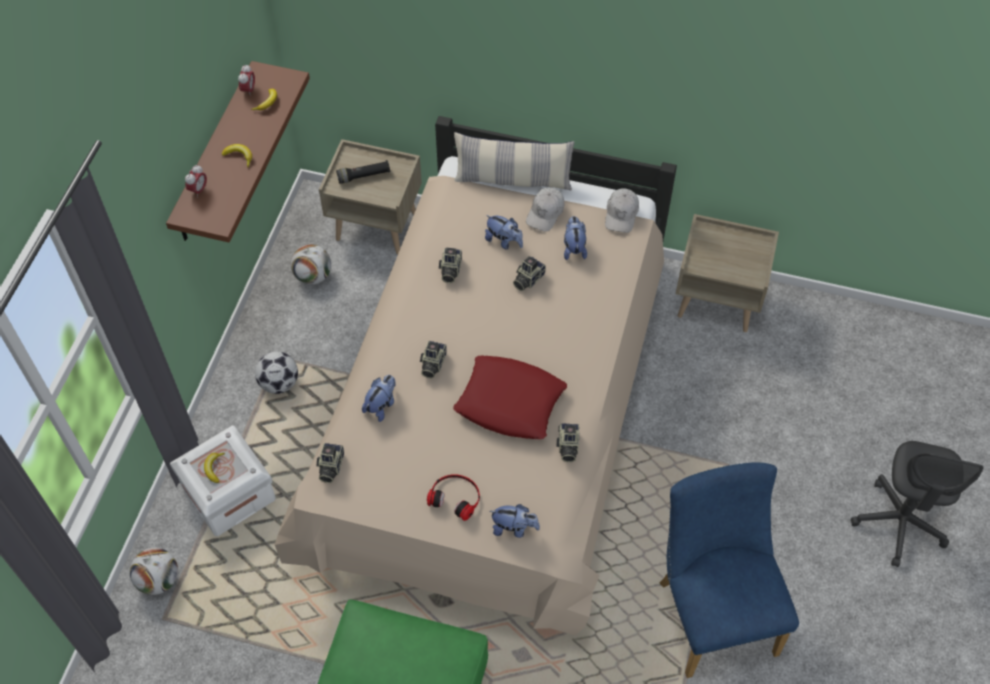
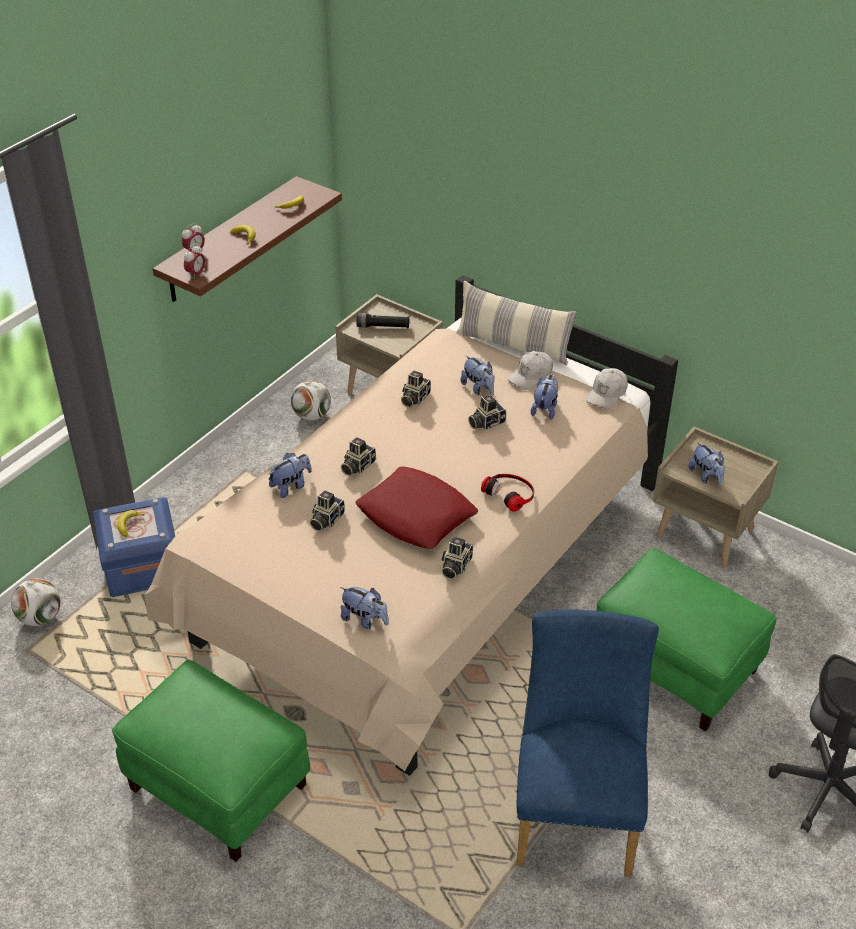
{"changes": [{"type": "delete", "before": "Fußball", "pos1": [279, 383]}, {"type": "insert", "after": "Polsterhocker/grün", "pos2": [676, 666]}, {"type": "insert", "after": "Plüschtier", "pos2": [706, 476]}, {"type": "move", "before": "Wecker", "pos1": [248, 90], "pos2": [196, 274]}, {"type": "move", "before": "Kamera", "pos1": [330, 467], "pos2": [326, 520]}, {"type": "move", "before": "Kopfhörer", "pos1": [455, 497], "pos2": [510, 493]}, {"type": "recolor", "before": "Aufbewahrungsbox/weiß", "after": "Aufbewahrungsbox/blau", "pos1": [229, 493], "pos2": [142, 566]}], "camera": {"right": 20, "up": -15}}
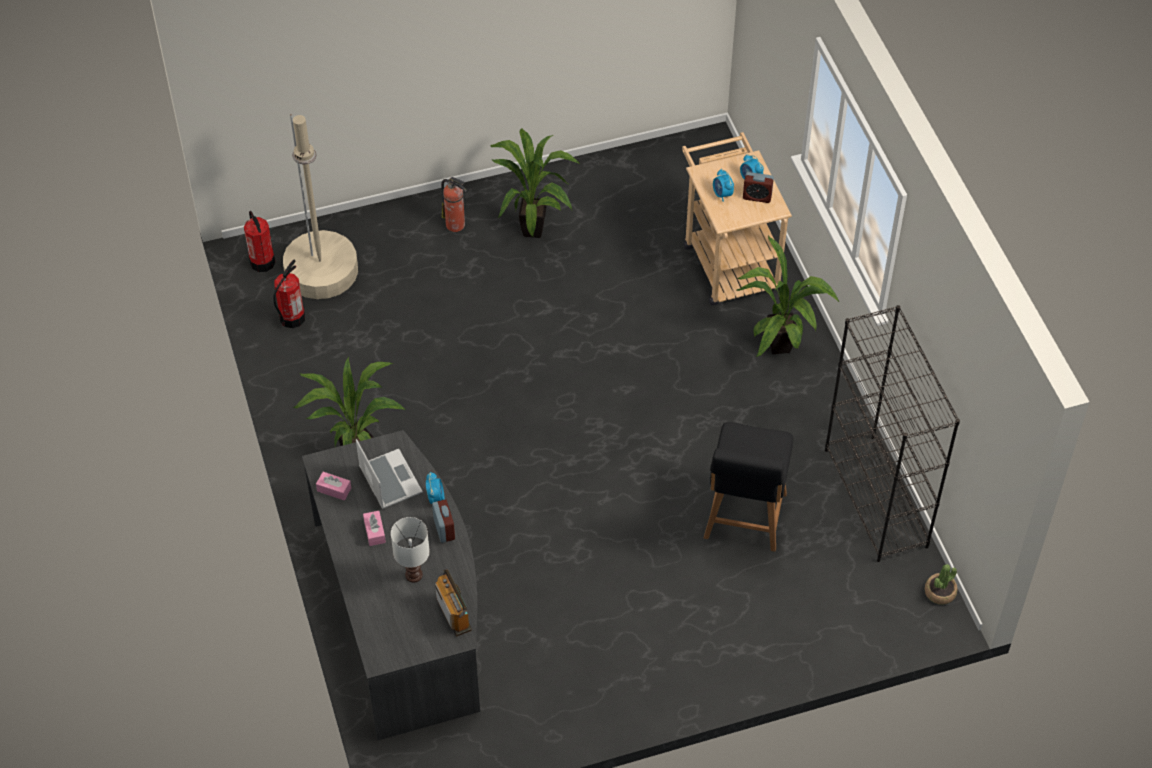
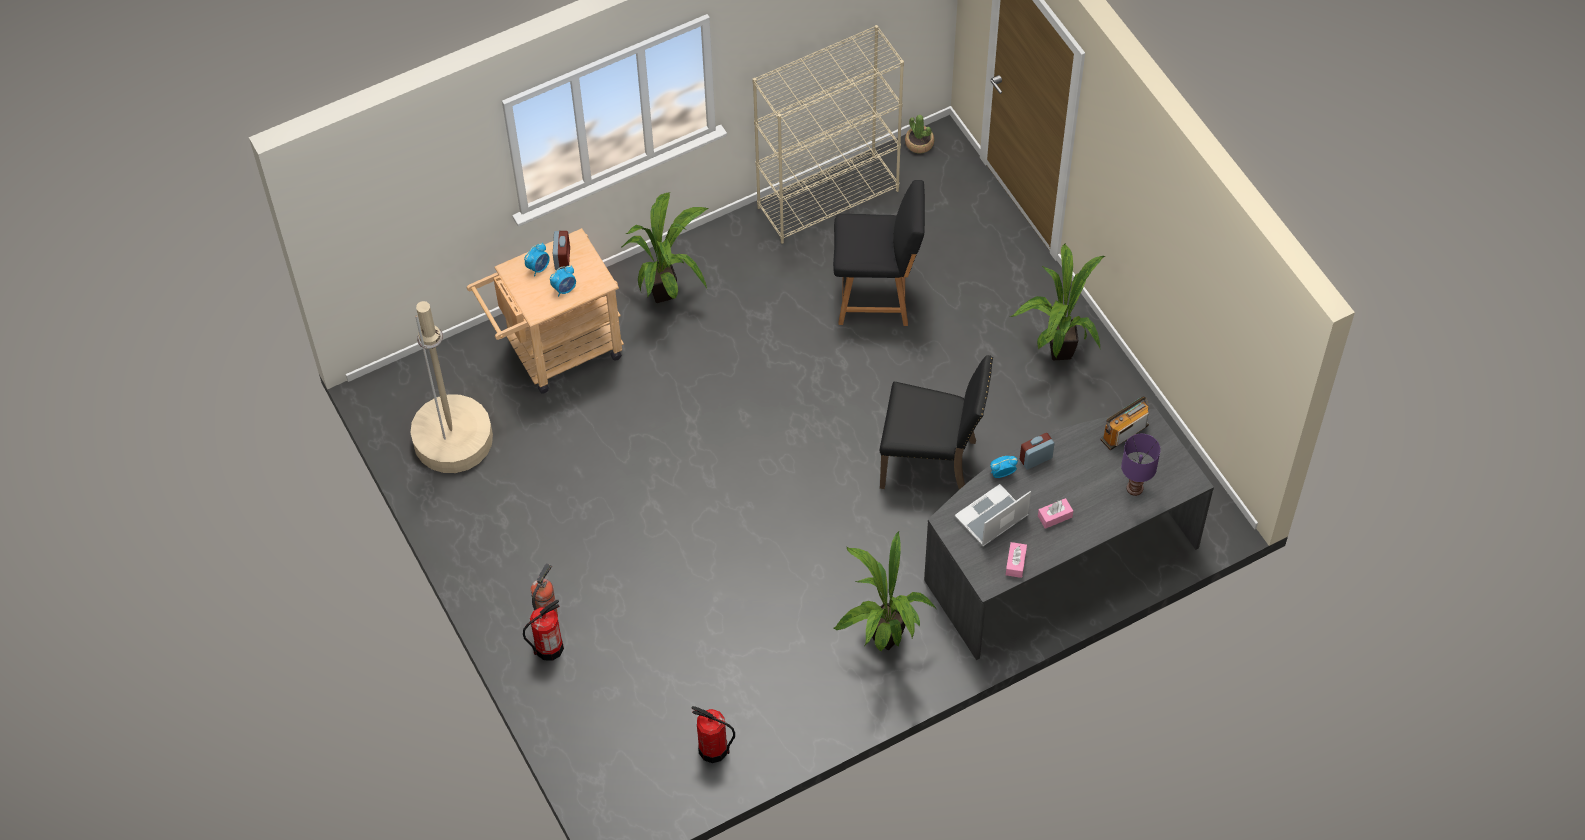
{"changes": [{"type": "delete", "before": "Tischlampe/weiß", "pos1": [413, 574]}, {"type": "insert", "after": "Stuhl/schwarz", "pos2": [931, 462]}, {"type": "insert", "after": "Tischlampe/lila", "pos2": [1134, 488]}, {"type": "move", "before": "Feuerlöscher", "pos1": [262, 262], "pos2": [548, 648]}, {"type": "move", "before": "Stehlampe/beige", "pos1": [322, 271], "pos2": [453, 439]}, {"type": "move", "before": "Topfpflanze", "pos1": [534, 227], "pos2": [1055, 352]}, {"type": "recolor", "before": "Bücherregal/schwarz", "after": "Bücherregal/beige", "pos1": [876, 498], "pos2": [828, 198]}], "camera": {"right": -100, "up": 5}}
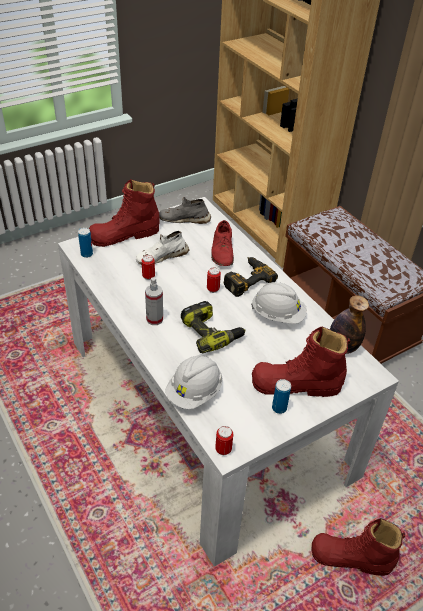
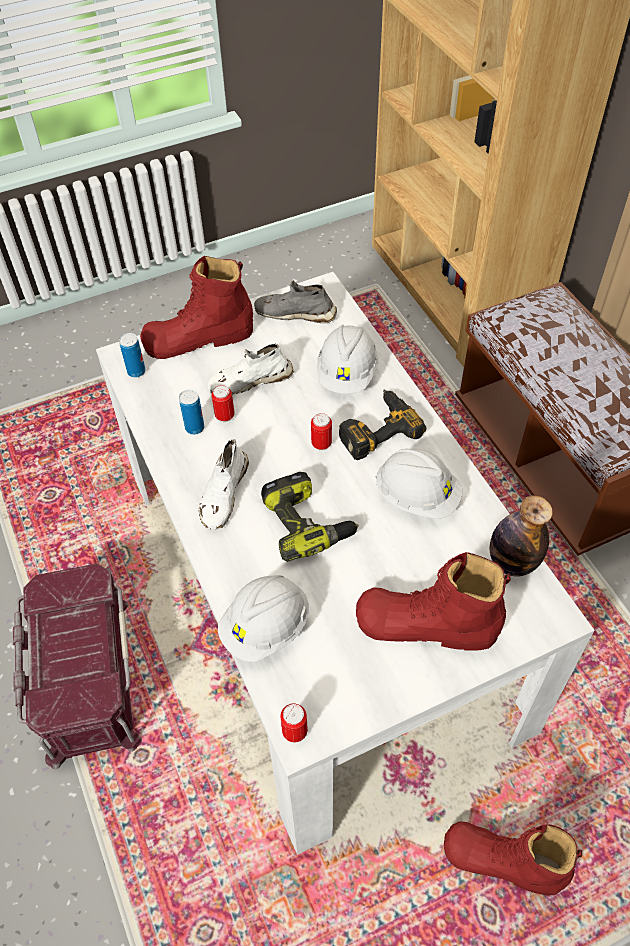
{"changes": [{"type": "insert", "after": "Aufbewahrungsbox/rot", "pos2": [87, 678]}, {"type": "move", "before": "Dose", "pos1": [279, 408], "pos2": [194, 428]}, {"type": "replace", "before": "Sprühflasche", "after": "Schuh/weiß", "pos1": [154, 319], "pos2": [223, 493]}, {"type": "replace", "before": "Schuh/rot", "after": "Schutzhelm/weiß", "pos1": [222, 251], "pos2": [347, 374]}], "camera": {"right": 10, "up": 10}}
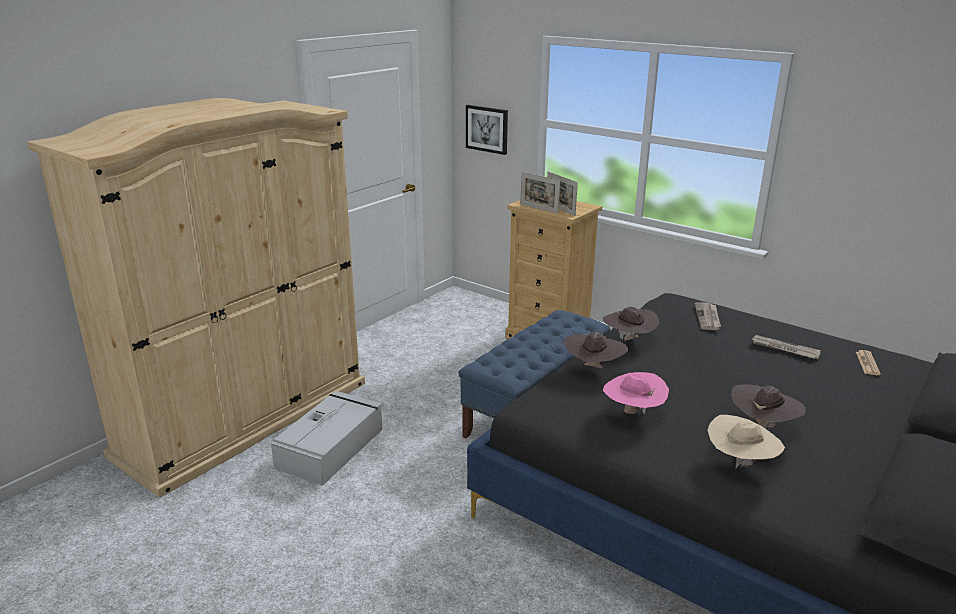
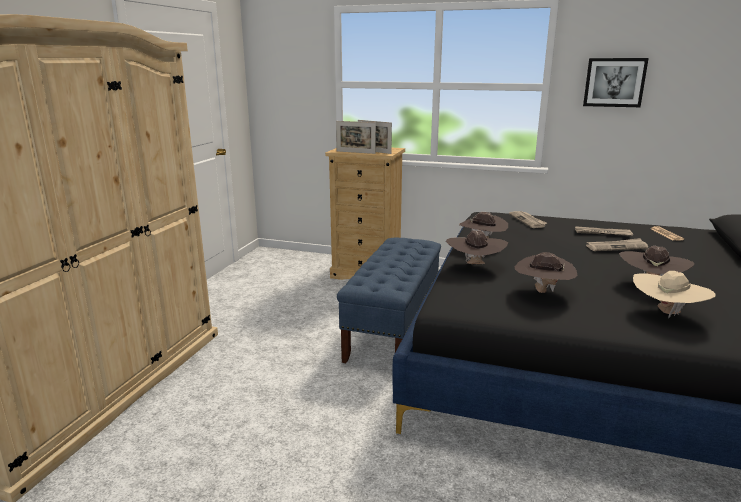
{"changes": [{"type": "delete", "before": "Aufbewahrungsbox/grau", "pos1": [331, 447]}, {"type": "insert", "after": "Zeitung", "pos2": [616, 247]}, {"type": "move", "before": "Bild", "pos1": [487, 129], "pos2": [614, 82]}, {"type": "recolor", "before": "Hut/rosa", "after": "Hut/braun", "pos1": [633, 412], "pos2": [542, 292]}], "camera": {"right": -20, "up": -5}}
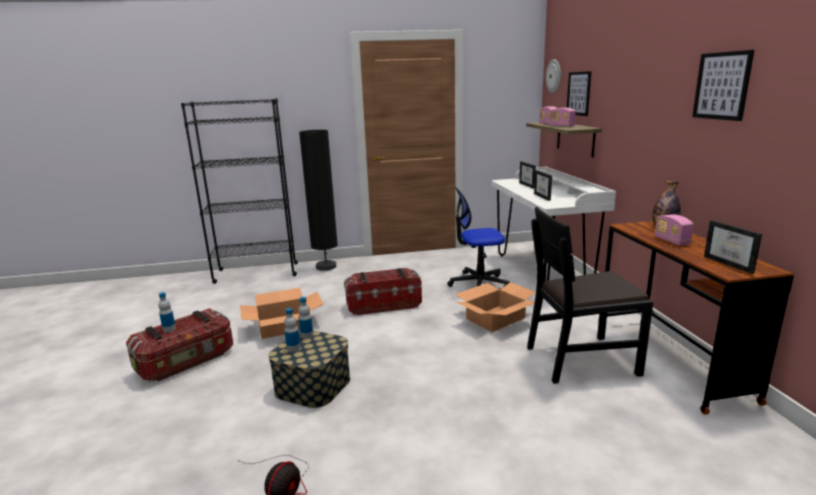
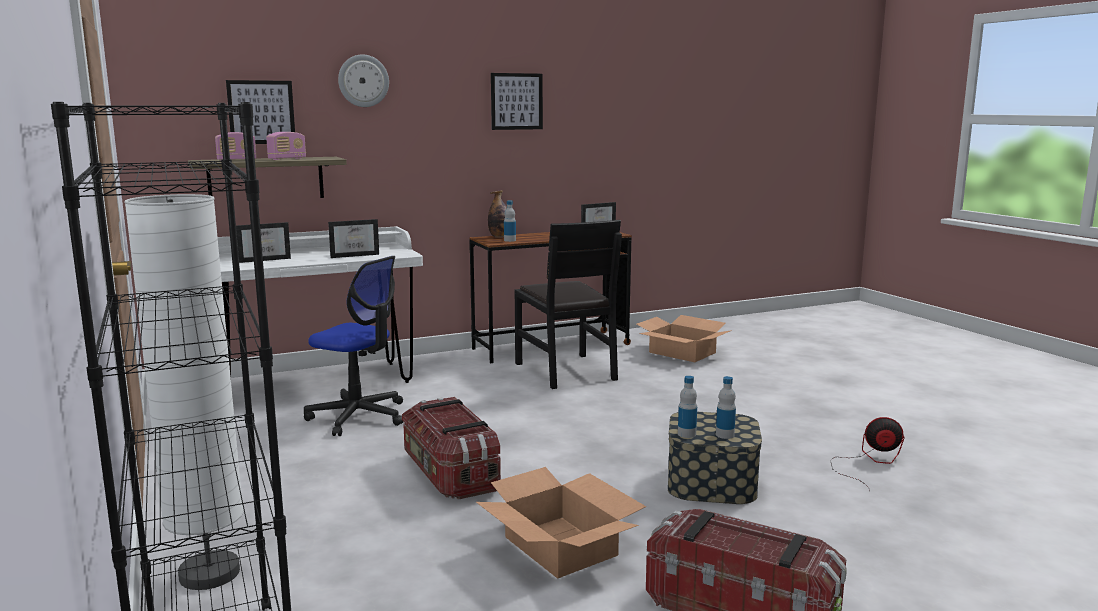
{"changes": [{"type": "delete", "before": "Radio", "pos1": [671, 241]}, {"type": "move", "before": "Flasche", "pos1": [169, 329], "pos2": [510, 240]}, {"type": "move", "before": "Karton", "pos1": [495, 318], "pos2": [682, 352]}, {"type": "move", "before": "Wanduhr", "pos1": [554, 76], "pos2": [363, 81]}, {"type": "recolor", "before": "Stehlampe/schwarz", "after": "Stehlampe/weiß", "pos1": [326, 267], "pos2": [209, 574]}, {"type": "rotate", "before": "Bürostuhl", "pos1": [478, 284], "pos2": [358, 416], "turn": -45}], "camera": {"right": -105, "up": -5}}
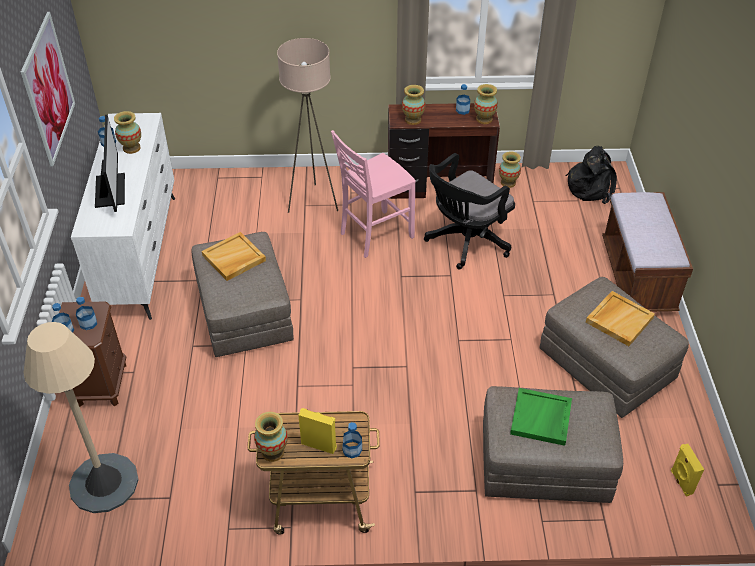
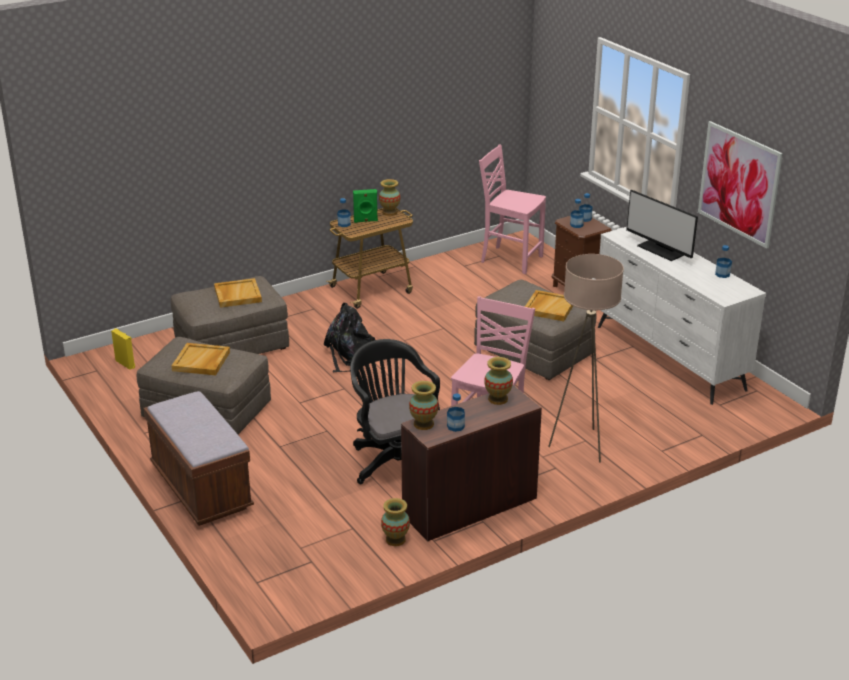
{"changes": [{"type": "delete", "before": "Vase", "pos1": [131, 148]}, {"type": "move", "before": "Rucksack/schwarz", "pos1": [591, 187], "pos2": [350, 356]}, {"type": "replace", "before": "Stehlampe/beige", "after": "Stuhl/rosa", "pos1": [104, 483], "pos2": [510, 259]}, {"type": "recolor", "before": "Lautsprecher/gelb", "after": "Lautsprecher/grün", "pos1": [319, 444], "pos2": [365, 221]}, {"type": "recolor", "before": "Tablett/grün", "after": "Tablett/beige", "pos1": [541, 418], "pos2": [237, 295]}, {"type": "rotate", "before": "Bürostuhl/schwarz", "pos1": [465, 242], "pos2": [396, 461], "turn": -45}], "camera": {"right": 150, "up": -15}}
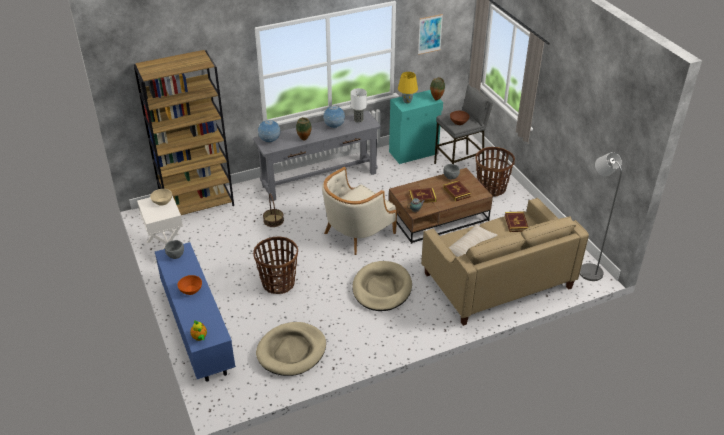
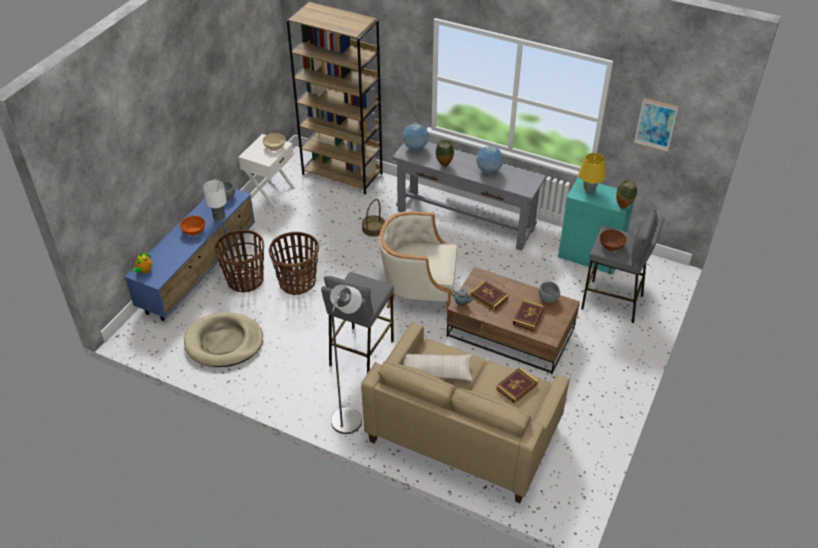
{"changes": [{"type": "move", "before": "Tischlampe", "pos1": [358, 120], "pos2": [219, 217]}, {"type": "move", "before": "Korb", "pos1": [491, 188], "pos2": [245, 280]}, {"type": "move", "before": "Stehlampe/grau", "pos1": [587, 269], "pos2": [349, 416]}, {"type": "replace", "before": "Hundebett/beige", "after": "Hocker/grau", "pos1": [382, 288], "pos2": [360, 353]}], "camera": {"right": 50, "up": 5}}
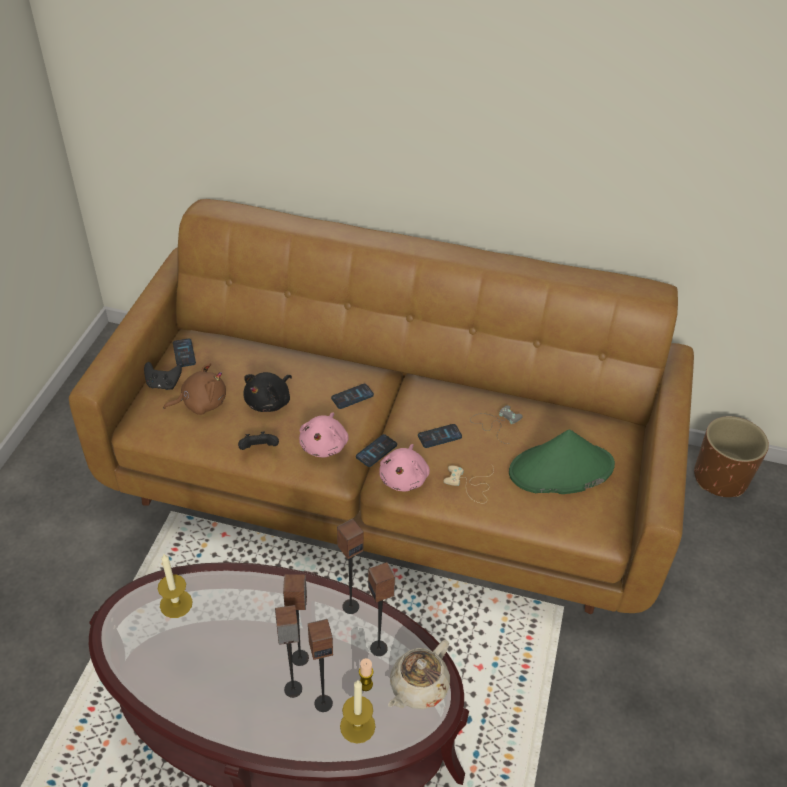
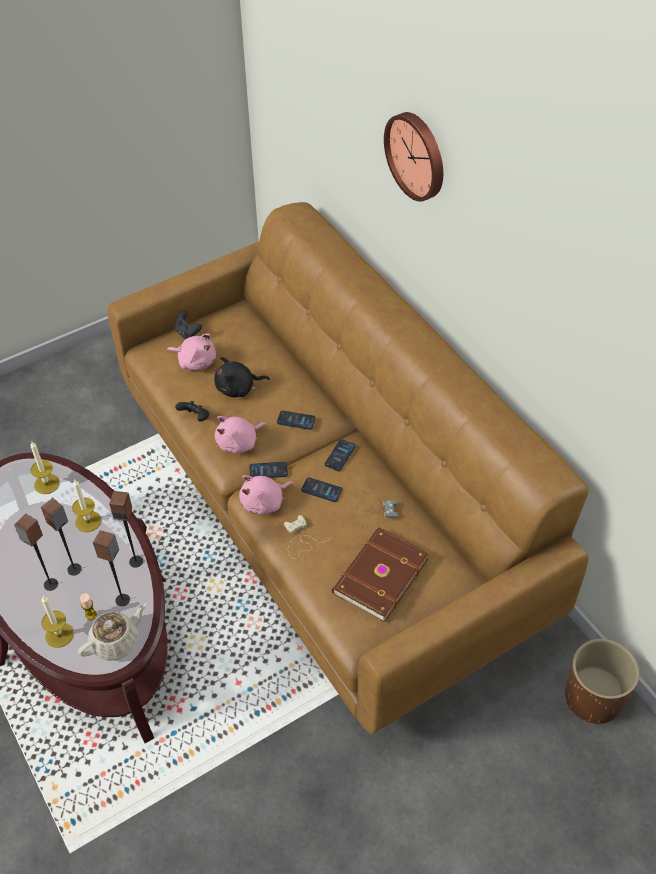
{"changes": [{"type": "delete", "before": "Lautsprecher", "pos1": [323, 703]}, {"type": "insert", "after": "Kerze", "pos2": [88, 521]}, {"type": "insert", "after": "Wanduhr", "pos2": [417, 155]}, {"type": "move", "before": "Handy", "pos1": [184, 353], "pos2": [340, 455]}, {"type": "replace", "before": "Hut/grün", "after": "Buch/braun", "pos1": [560, 470], "pos2": [378, 576]}, {"type": "recolor", "before": "Plüschtier/braun", "after": "Plüschtier/rosa", "pos1": [201, 403], "pos2": [195, 361]}, {"type": "rotate", "before": "Teekanne/beige", "pos1": [418, 687], "pos2": [116, 641], "turn": 150}], "camera": {"right": 45, "up": 5}}
